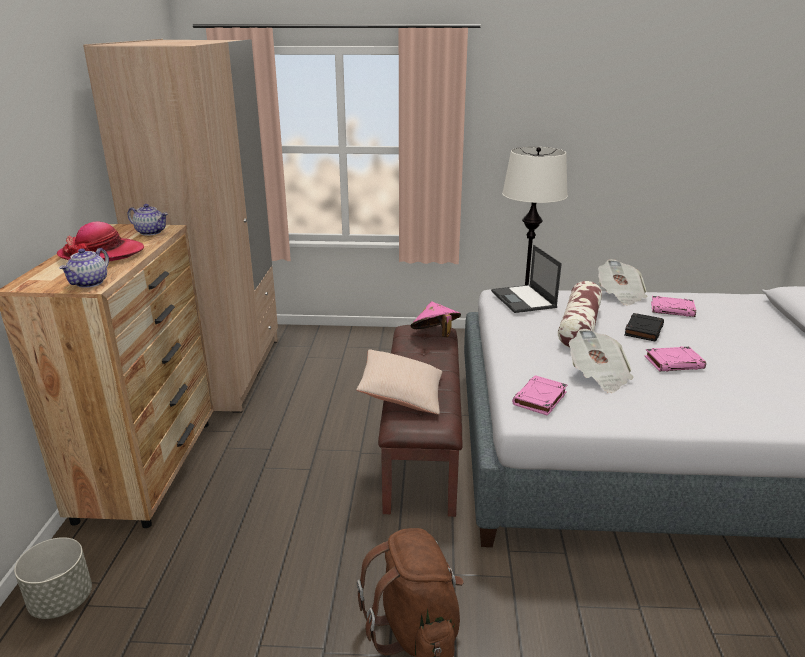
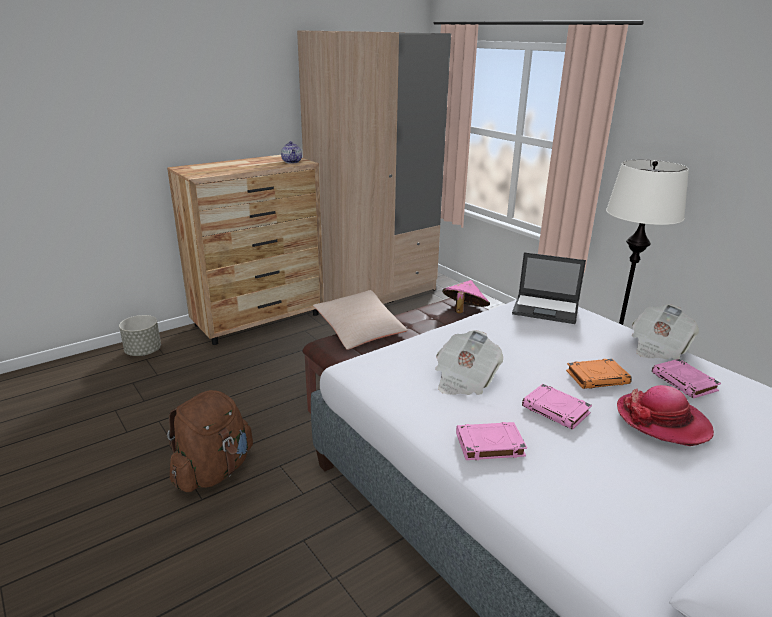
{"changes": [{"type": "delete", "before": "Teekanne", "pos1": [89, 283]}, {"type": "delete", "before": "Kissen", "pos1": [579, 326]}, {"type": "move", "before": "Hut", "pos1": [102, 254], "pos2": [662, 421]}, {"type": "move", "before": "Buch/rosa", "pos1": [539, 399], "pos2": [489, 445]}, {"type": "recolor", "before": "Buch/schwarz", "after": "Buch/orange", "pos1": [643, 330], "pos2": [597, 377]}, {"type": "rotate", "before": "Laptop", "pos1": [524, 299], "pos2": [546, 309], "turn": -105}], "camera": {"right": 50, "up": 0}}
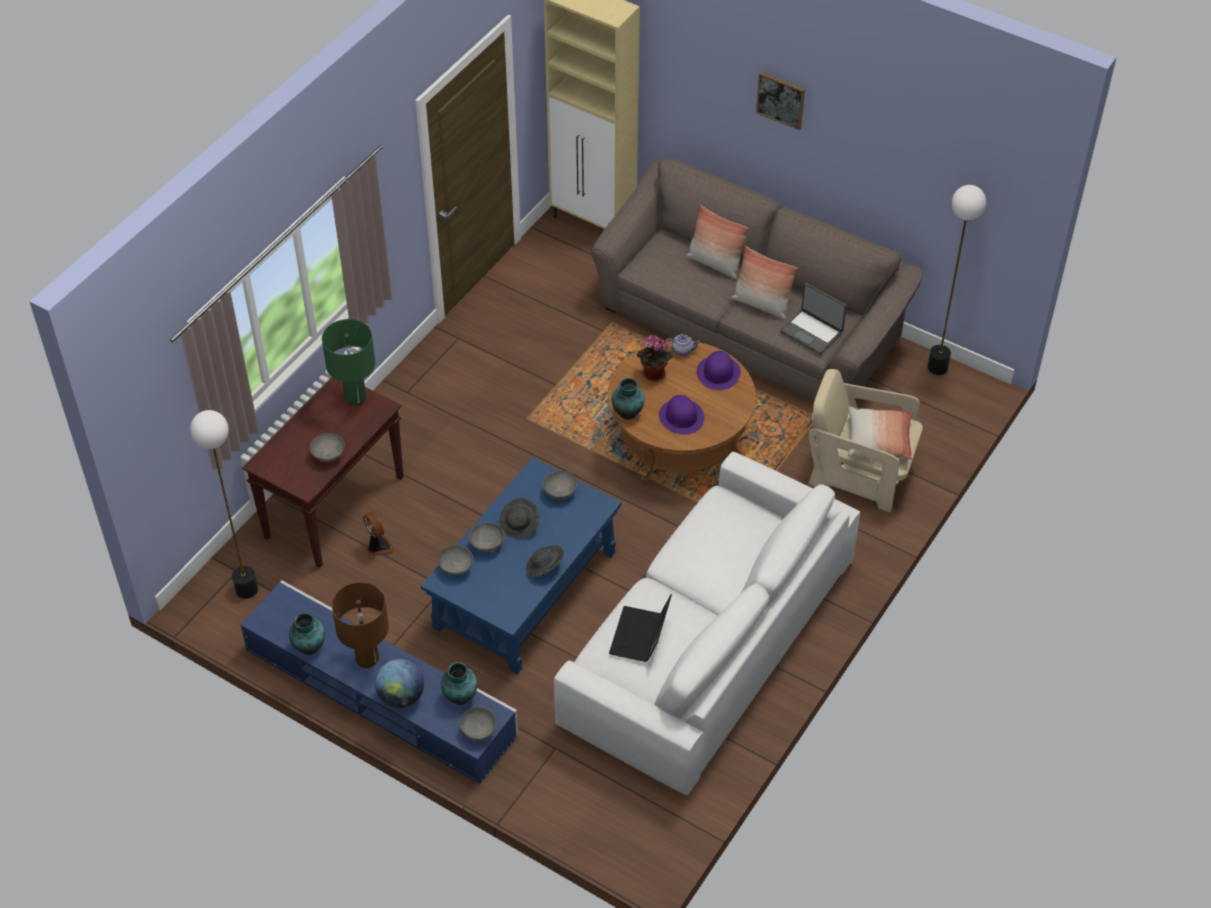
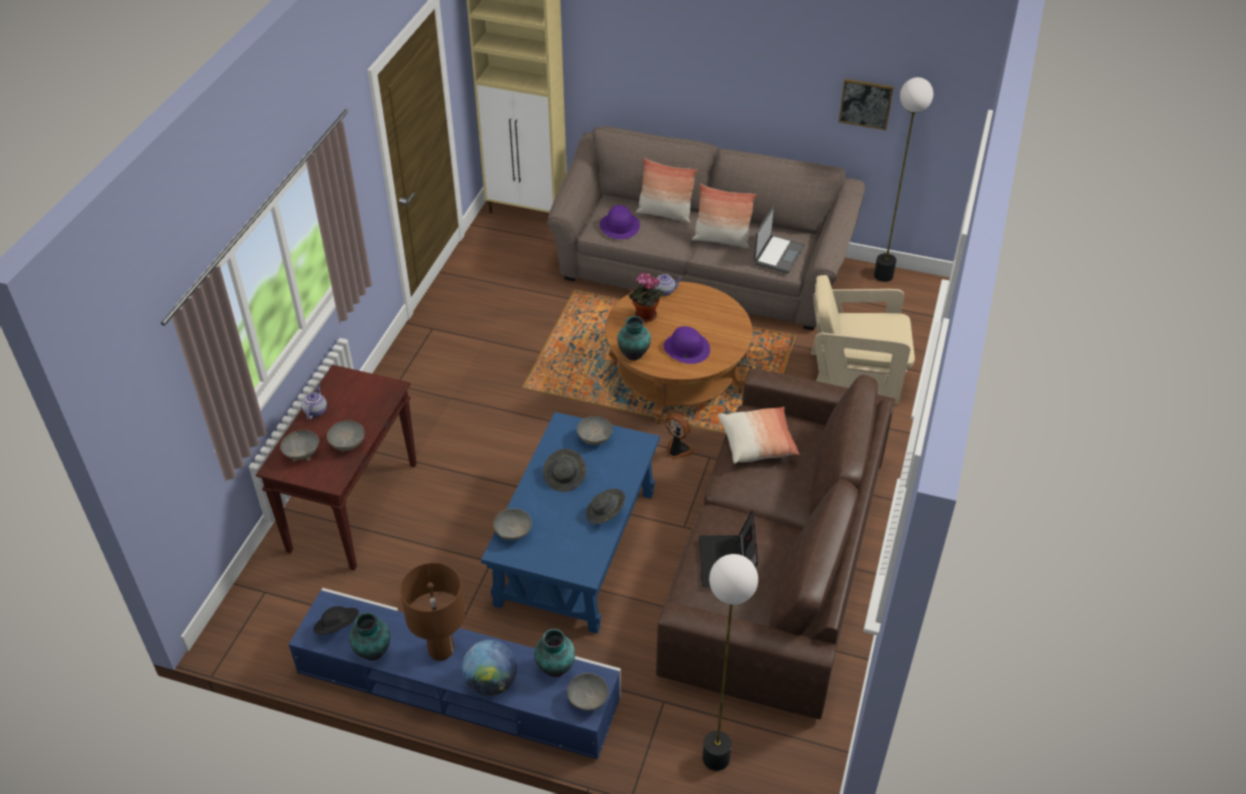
{"changes": [{"type": "delete", "before": "Tischlampe/grün", "pos1": [355, 398]}, {"type": "insert", "after": "Teekanne", "pos2": [315, 411]}, {"type": "insert", "after": "Hut/schwarz", "pos2": [337, 628]}, {"type": "move", "before": "Stehlampe", "pos1": [246, 589], "pos2": [715, 758]}, {"type": "move", "before": "Ventilator", "pos1": [378, 547], "pos2": [677, 450]}, {"type": "move", "before": "Schüssel/grau", "pos1": [488, 544], "pos2": [303, 454]}, {"type": "move", "before": "Hut/lila", "pos1": [718, 373], "pos2": [620, 226]}, {"type": "move", "before": "Bild", "pos1": [781, 100], "pos2": [865, 103]}, {"type": "move", "before": "Kissen", "pos1": [879, 441], "pos2": [757, 443]}, {"type": "recolor", "before": "Sofa/weiß", "after": "Sofa/braun", "pos1": [706, 641], "pos2": [775, 558]}, {"type": "rotate", "before": "Laptop", "pos1": [812, 332], "pos2": [777, 254], "turn": -90}], "camera": {"right": -15, "up": -5}}
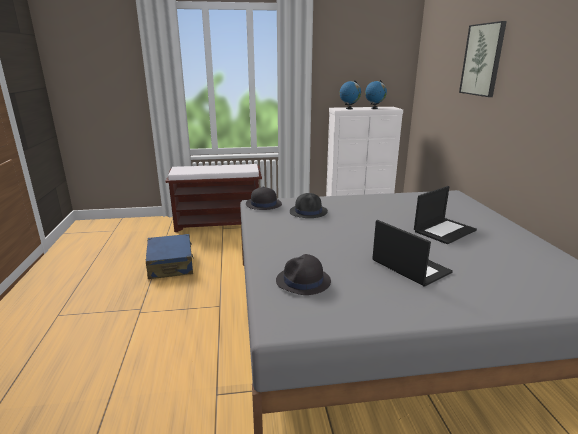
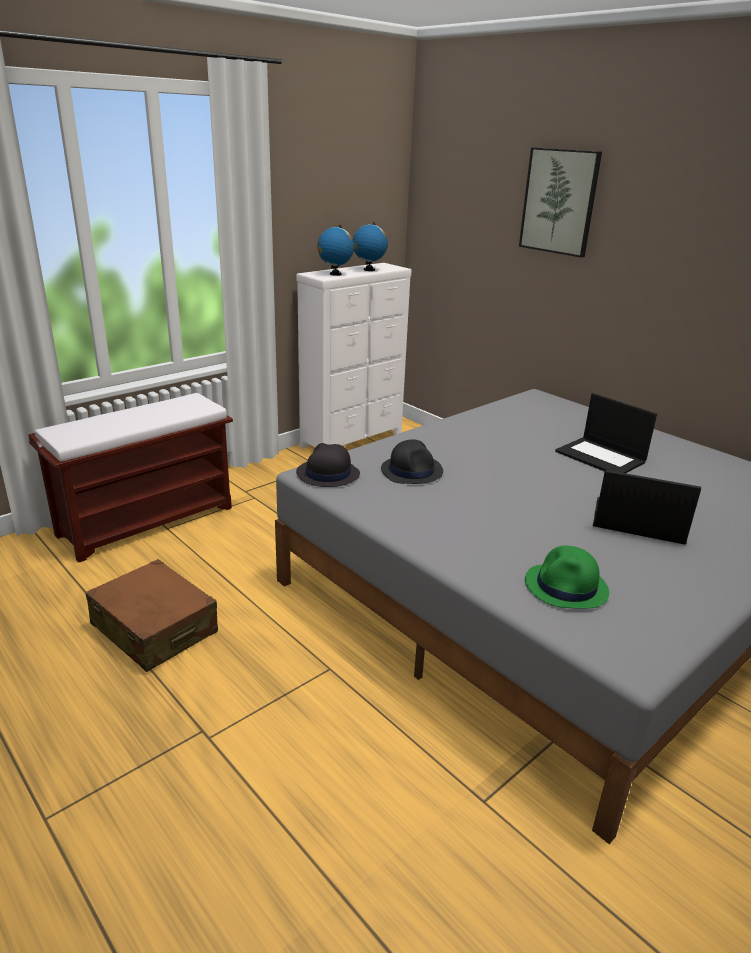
{"changes": [{"type": "recolor", "before": "Koffer/blau", "after": "Koffer/braun", "pos1": [171, 264], "pos2": [154, 629]}, {"type": "recolor", "before": "Hut/schwarz", "after": "Hut/grün", "pos1": [303, 281], "pos2": [566, 587]}, {"type": "rotate", "before": "Laptop", "pos1": [444, 230], "pos2": [601, 457], "turn": 120}], "camera": {"right": -35, "up": 5}}
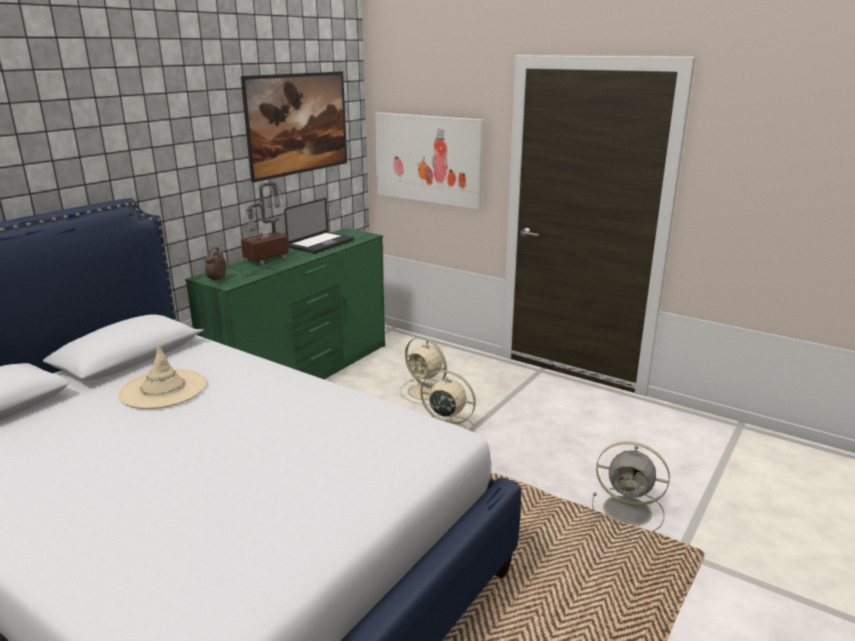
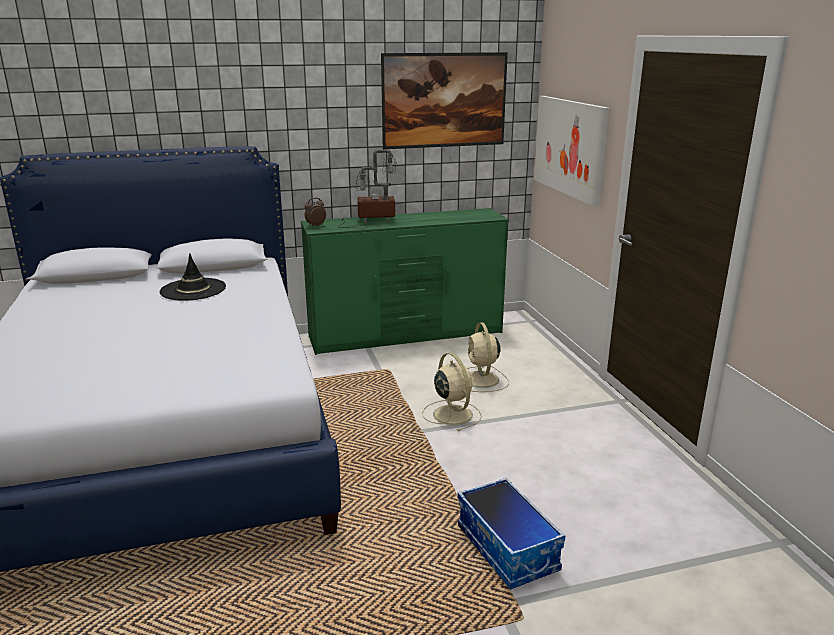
{"changes": [{"type": "delete", "before": "Laptop", "pos1": [321, 244]}, {"type": "replace", "before": "Ventilator/grau", "after": "Aufbewahrungsbox", "pos1": [629, 511], "pos2": [508, 549]}, {"type": "recolor", "before": "Hut/beige", "after": "Hut/schwarz", "pos1": [163, 389], "pos2": [193, 290]}], "camera": {"right": 40, "up": 0}}
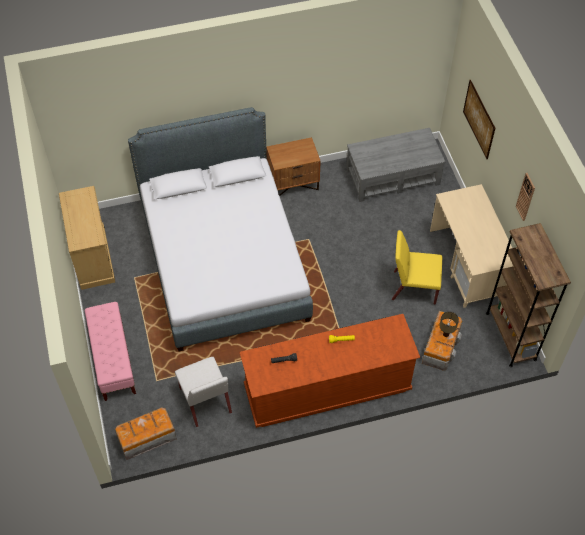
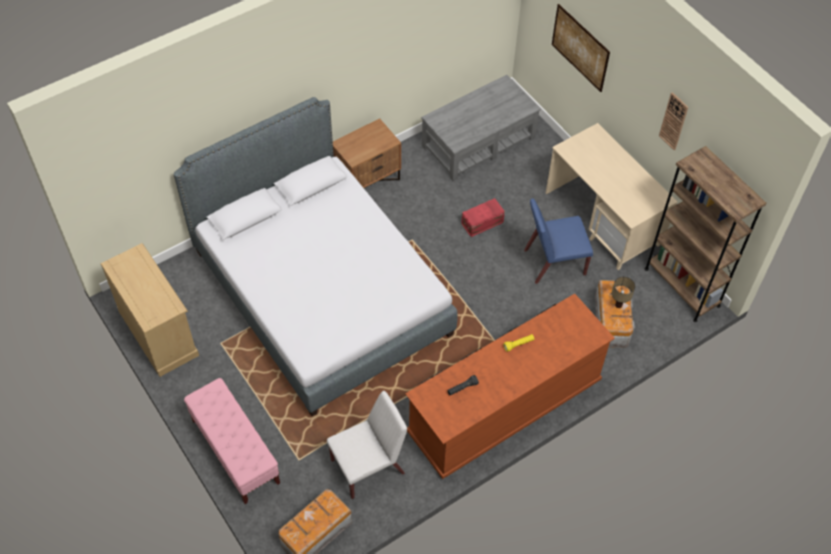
{"changes": [{"type": "insert", "after": "Aufbewahrungsbox/rot", "pos2": [483, 223]}, {"type": "recolor", "before": "Stuhl/gelb", "after": "Stuhl/blau", "pos1": [413, 287], "pos2": [553, 262]}, {"type": "rotate", "before": "Stuhl/weiß", "pos1": [206, 401], "pos2": [368, 466], "turn": -75}], "camera": {"right": -20, "up": 0}}
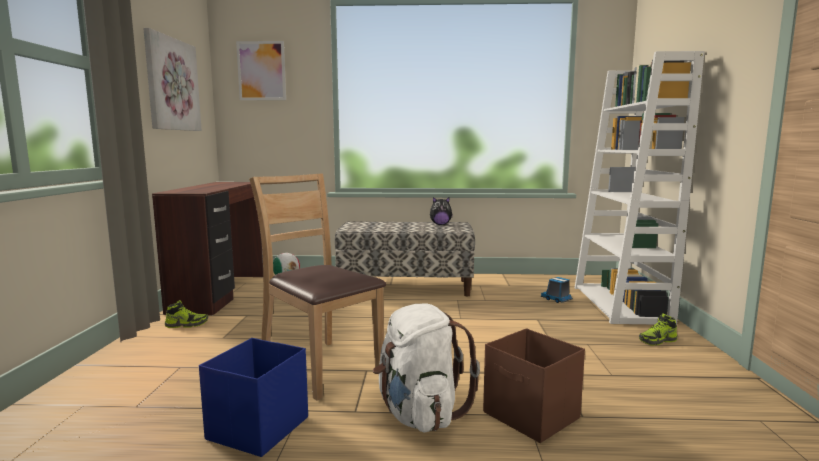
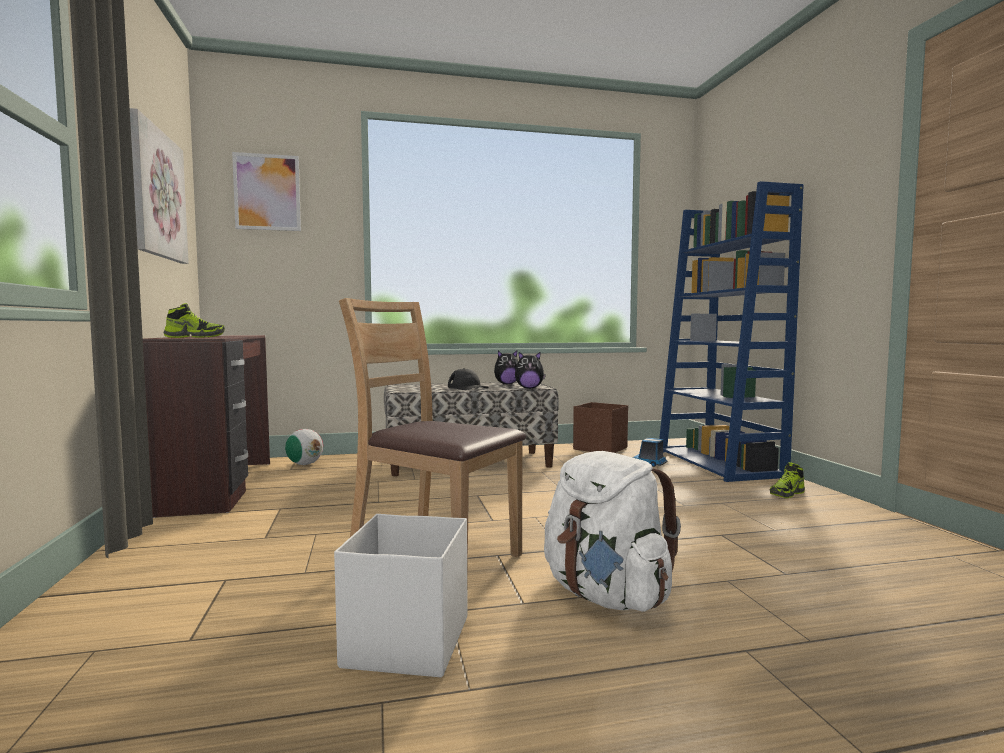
{"changes": [{"type": "insert", "after": "Kappe/schwarz", "pos2": [467, 388]}, {"type": "insert", "after": "Plüschtier", "pos2": [529, 388]}, {"type": "move", "before": "Schuh", "pos1": [187, 325], "pos2": [195, 337]}, {"type": "move", "before": "Aufbewahrungsbox/braun", "pos1": [531, 416], "pos2": [600, 449]}, {"type": "recolor", "before": "Aufbewahrungsbox/blau", "after": "Aufbewahrungsbox/weiß", "pos1": [257, 429], "pos2": [405, 643]}, {"type": "recolor", "before": "Bücherregal/weiß", "after": "Bücherregal/blau", "pos1": [621, 304], "pos2": [719, 463]}], "camera": {"right": -15, "up": -5}}
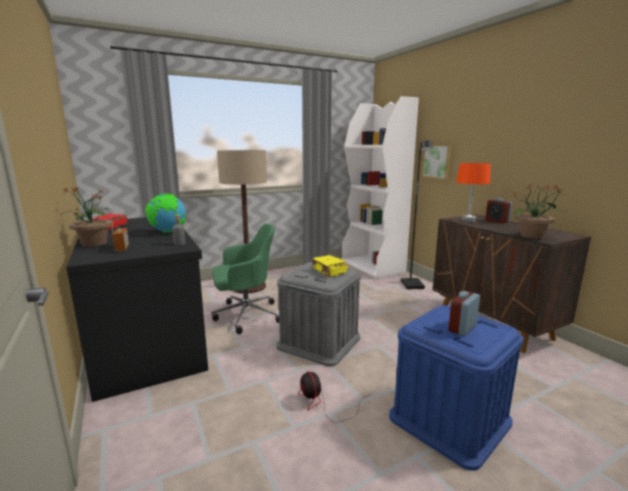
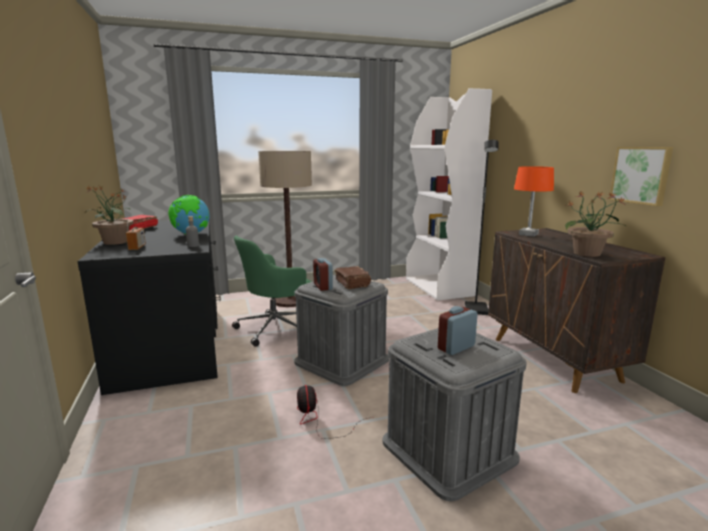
{"changes": [{"type": "move", "before": "Bild", "pos1": [437, 161], "pos2": [641, 175]}, {"type": "move", "before": "Wecker", "pos1": [497, 221], "pos2": [323, 286]}, {"type": "recolor", "before": "Buch/gelb", "after": "Buch/braun", "pos1": [329, 271], "pos2": [352, 284]}, {"type": "recolor", "before": "Aufbewahrungsbox/blau", "after": "Aufbewahrungsbox/grau", "pos1": [449, 419], "pos2": [448, 450]}, {"type": "rotate", "before": "Bürostuhl/grün", "pos1": [245, 315], "pos2": [275, 329], "turn": 150}], "camera": {"right": 10, "up": 0}}
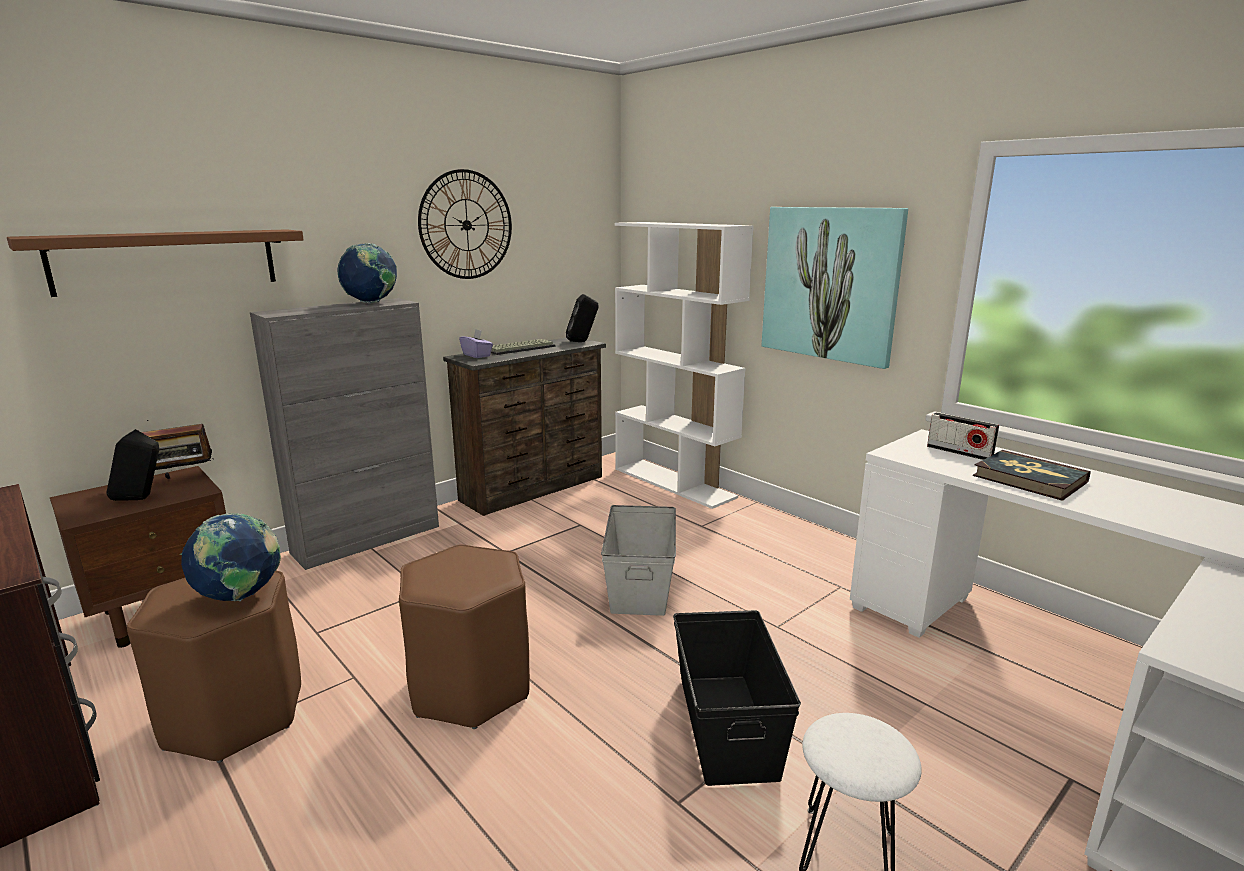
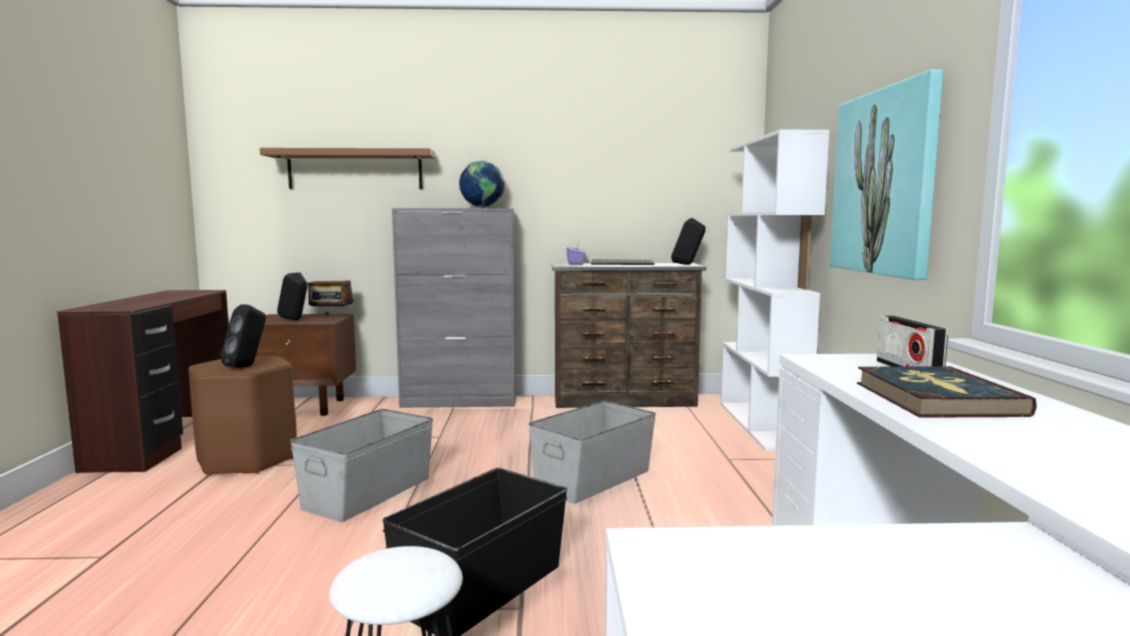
{"changes": [{"type": "delete", "before": "Wanduhr", "pos1": [466, 225]}, {"type": "replace", "before": "Globus", "after": "Lautsprecher/schwarz", "pos1": [240, 597], "pos2": [247, 366]}, {"type": "replace", "before": "Hocker/braun", "after": "Aufbewahrungsbox/grau", "pos1": [471, 687], "pos2": [369, 492]}], "camera": {"right": 40, "up": -10}}
